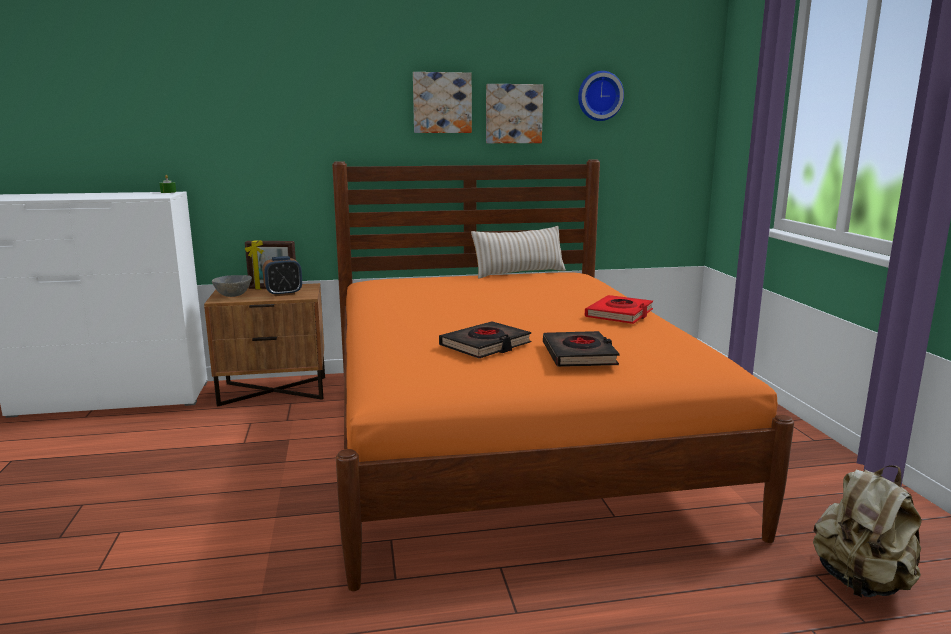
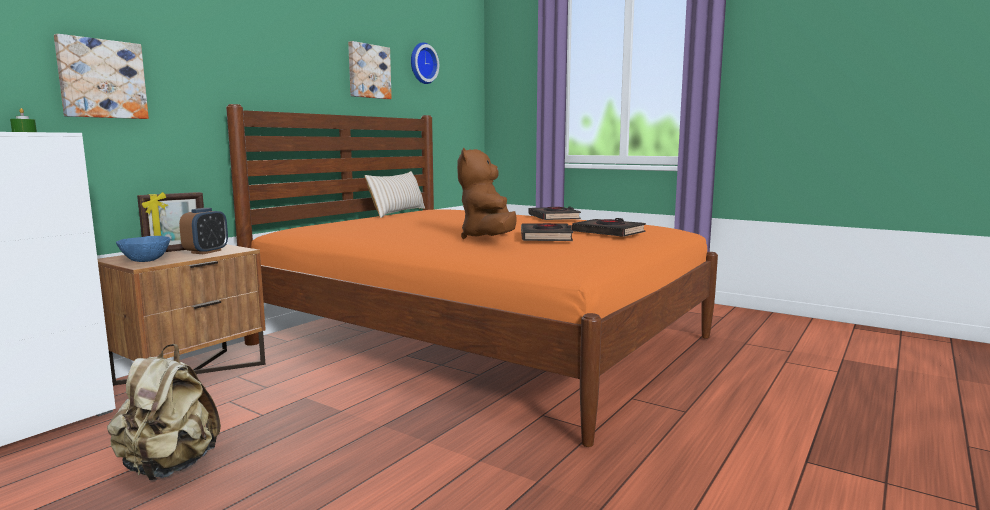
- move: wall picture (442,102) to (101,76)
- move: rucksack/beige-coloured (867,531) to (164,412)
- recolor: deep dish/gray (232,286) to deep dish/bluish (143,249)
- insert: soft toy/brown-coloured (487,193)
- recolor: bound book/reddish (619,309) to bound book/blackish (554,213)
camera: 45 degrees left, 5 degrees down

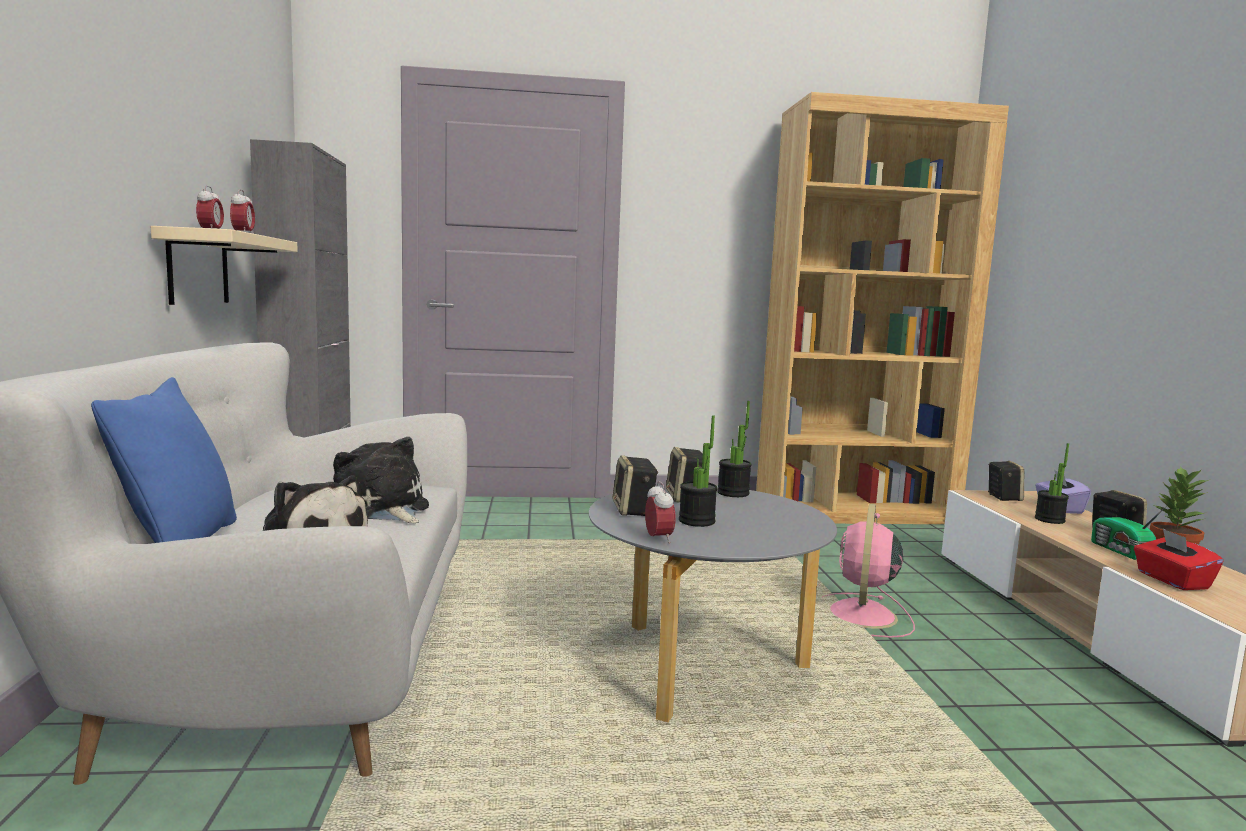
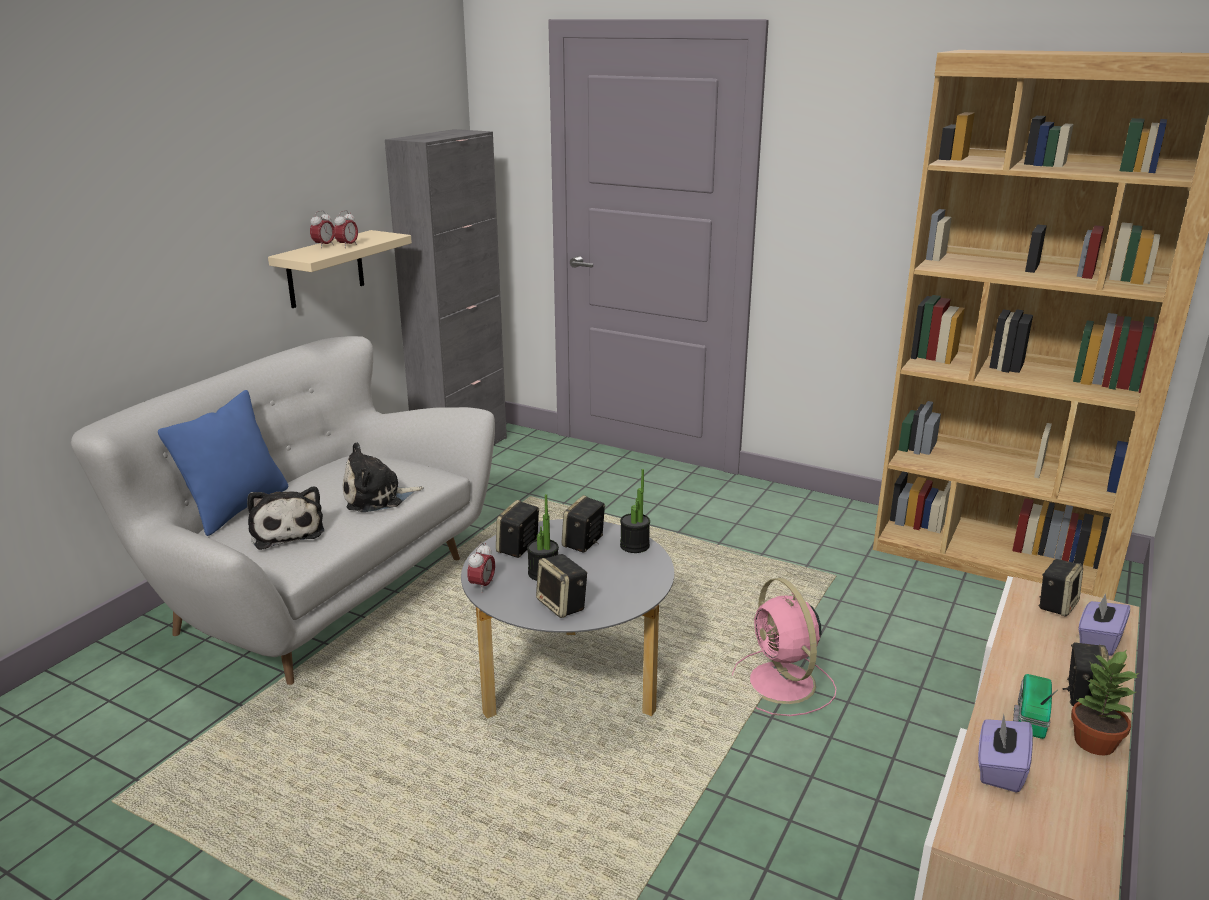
- rotate: soft toy (381,480) = (383,477) 105 degrees counterclockwise
- insert: loudspeaker (561,586)
- rotate: electric fan/pink (868,571) = (784,647) 75 degrees counterclockwise
- recolor: tissue box/reddish (1179,559) to tissue box/purplish (1005,753)
- delete: houseplant (1052,483)
camera: 35 degrees right, 15 degrees up

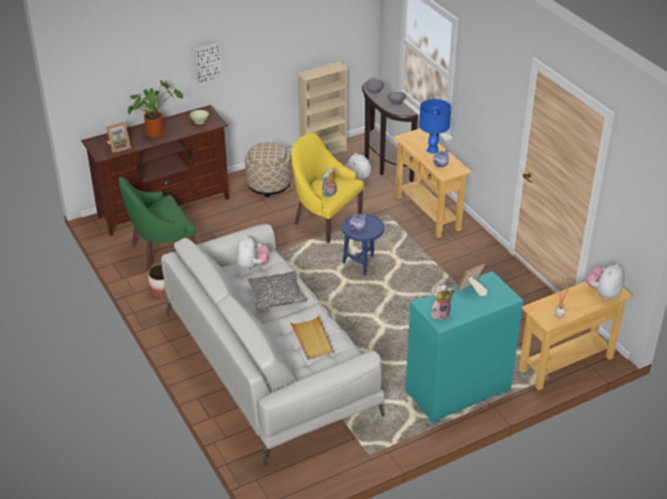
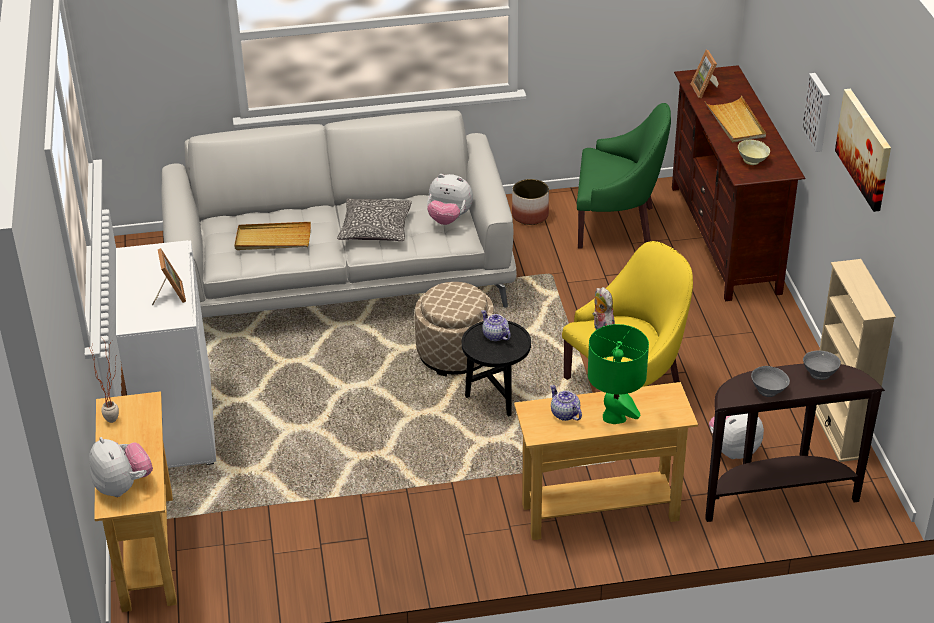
- recolor: storage cabinet/turquoise-coloured (464,347) to storage cabinet/white (166,354)
- move: pouffe/beige-coloured (268,169) to (454,329)
- recolor: end table/bluish (363,245) to end table/blackish (496,369)
- rotate: easy chair/green (157,223) = (624,176) 105 degrees clockwise
- recolor: tabletop lamp/bluish (435,126) to tabletop lamp/green (618,374)
- replace: houseplant (155,109) to carrying tray/beige-coloured (735,119)
- insert: wall picture (863,150)
- delete: soft toy (443,303)
camera: 110 degrees right, 0 degrees up

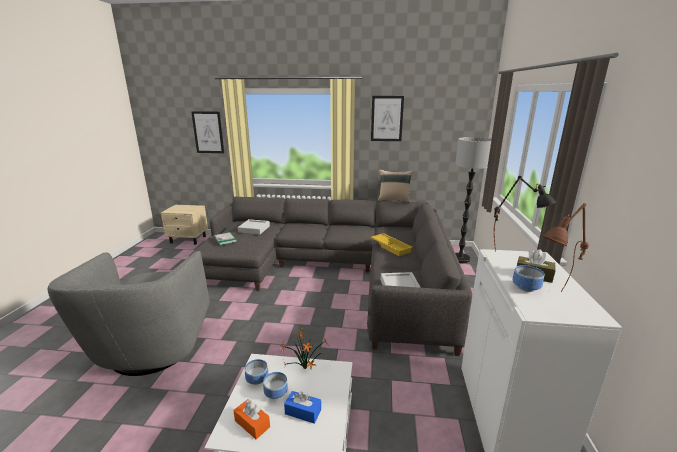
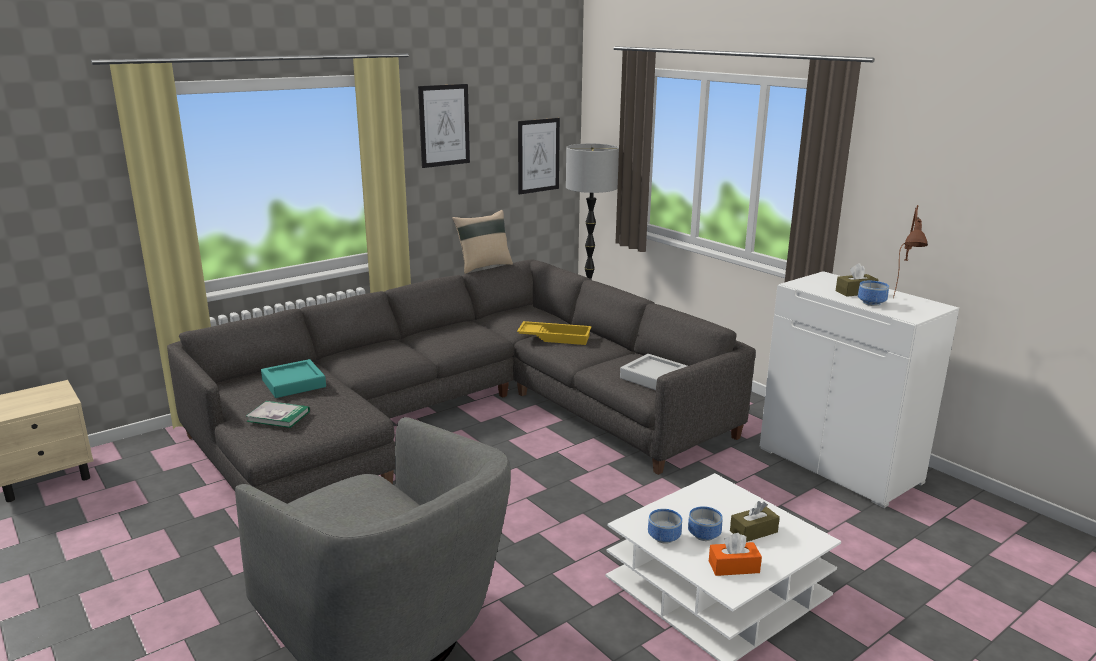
- recolor: carrying tray/gray (254,227) to carrying tray/turquoise-coloured (293,378)
- move: wall picture (207,132) to (539,156)
- recolor: tissue box/bluish (302,407) to tissue box/brown-coloured (755,521)
- delete: houseplant (304,348)
- delete: tabletop lamp/blackish (525,212)
camera: 45 degrees left, 0 degrees up

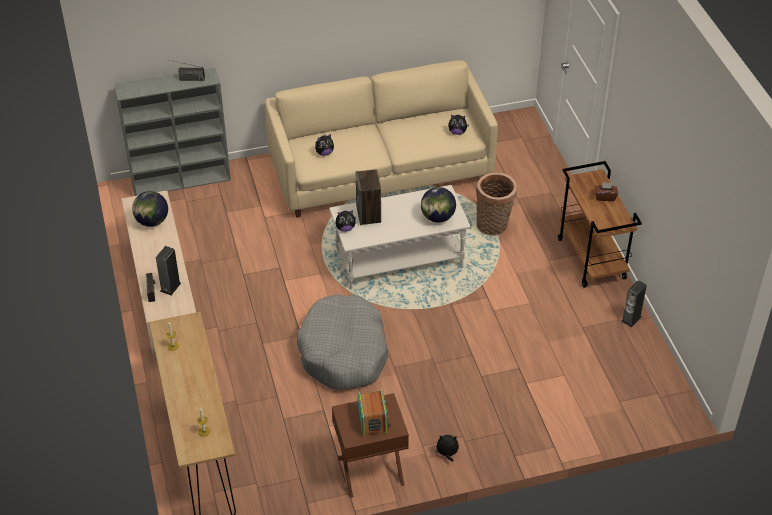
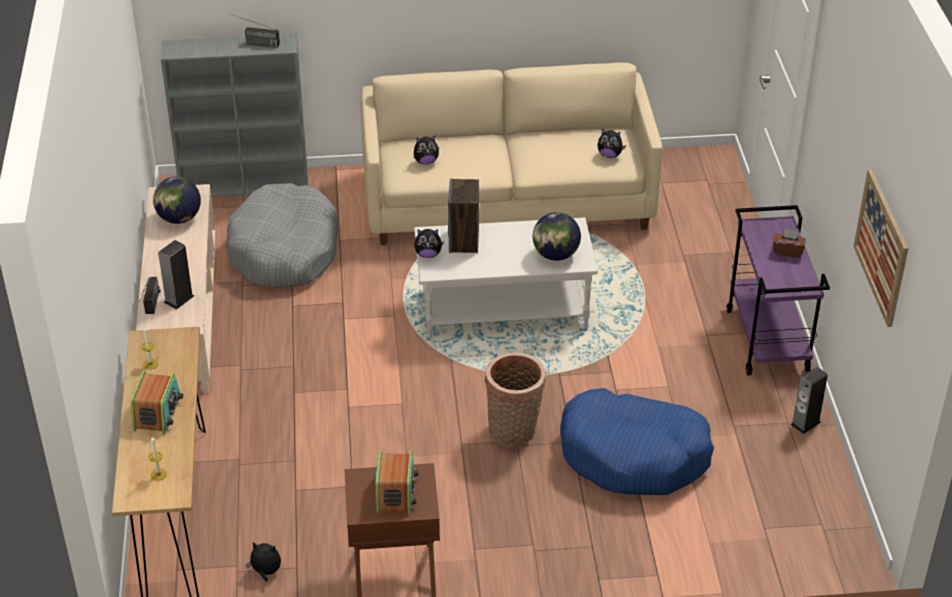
- insert: radio receiver (157,402)
- move: dog cushion/gray (342,342) to (282,235)
- move: soft toy (447,448) to (263,562)
- move: storage basket (496,204) to (515,399)
- insert: dog cushion/bluish (637,441)
- recolor: trolley/brown-coloured (600,224) to trolley/purplish (778,290)
- insert: wall picture (881,248)
camera: 10 degrees right, 5 degrees down

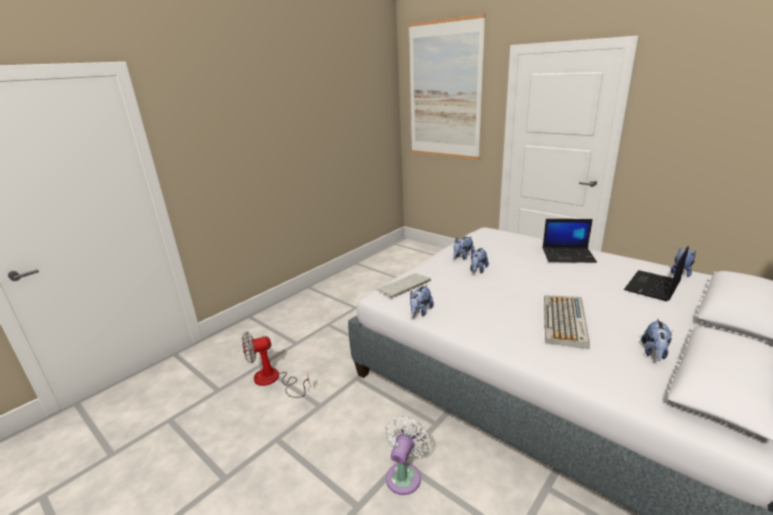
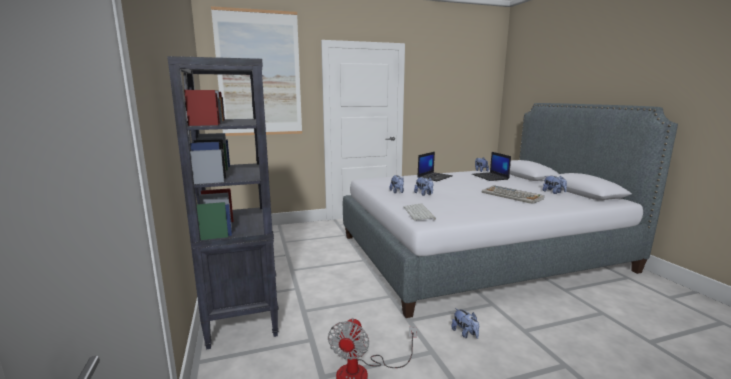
- insert: shelving unit/blackish (223,203)
- move: soft toy (422,301) to (465,323)
- delete: electric fan/white (408,455)
camera: 60 degrees left, 10 degrees down

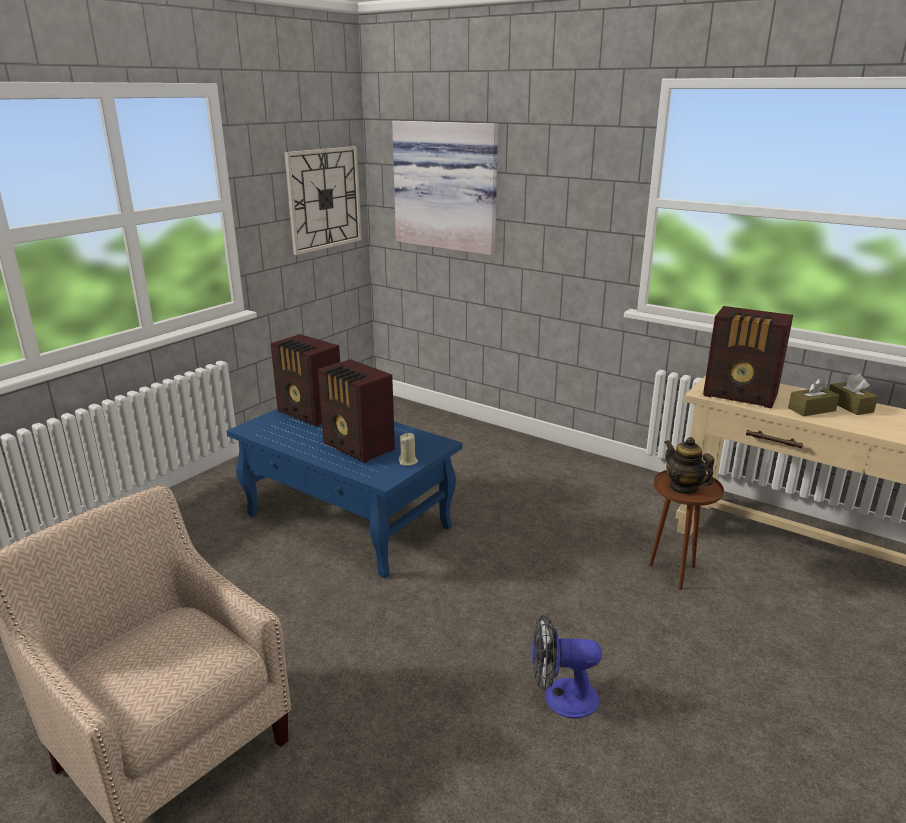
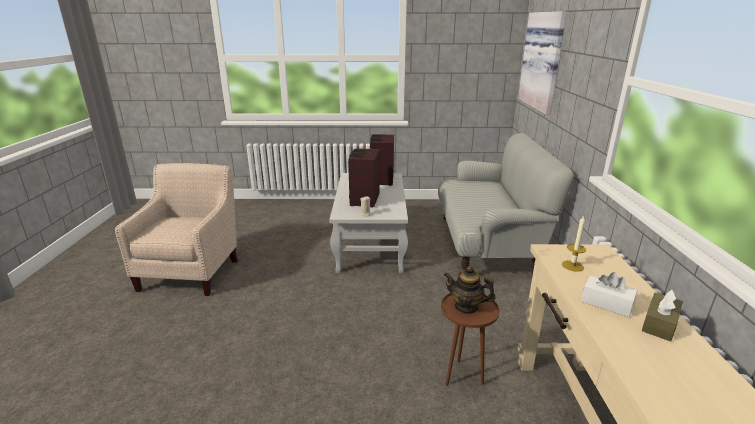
- recolor: lounge table/bluish (345,493) to lounge table/white (368,223)
- insert: couch (505,204)
- rotate: pot for tea (689,465) = (469,290) 90 degrees counterclockwise
- replace: radio receiver (748,357) to wax candle (574,243)
- recolor: tissue box/brown-coloured (814,397) to tissue box/white (609,294)
- delete: clock on the wall (323,200)
- delete: electric fan (567,666)
camera: 55 degrees right, 0 degrees up

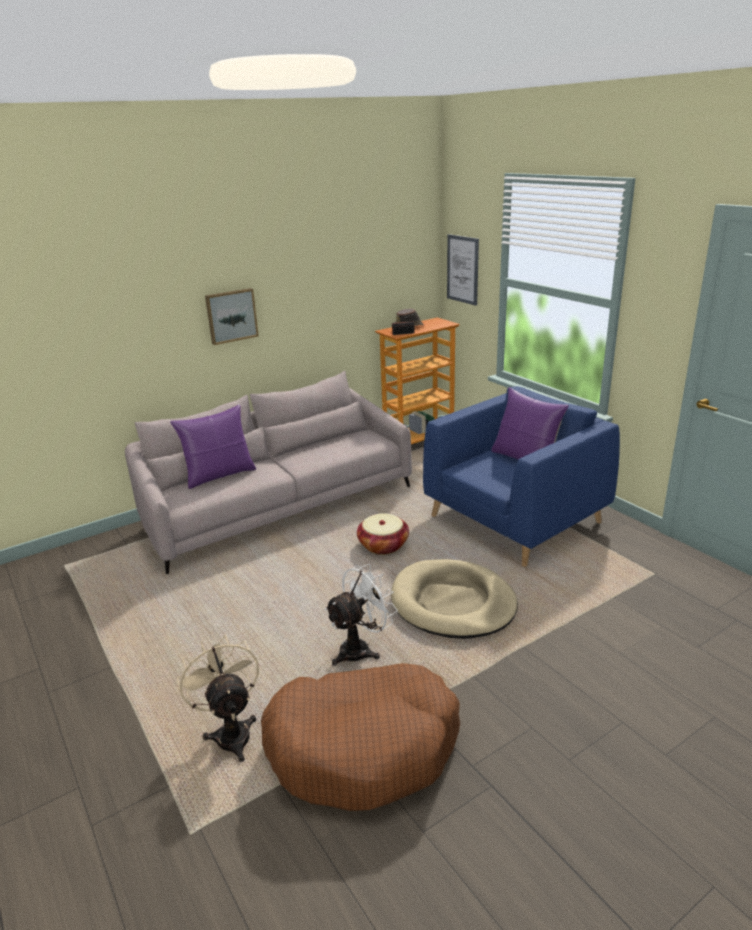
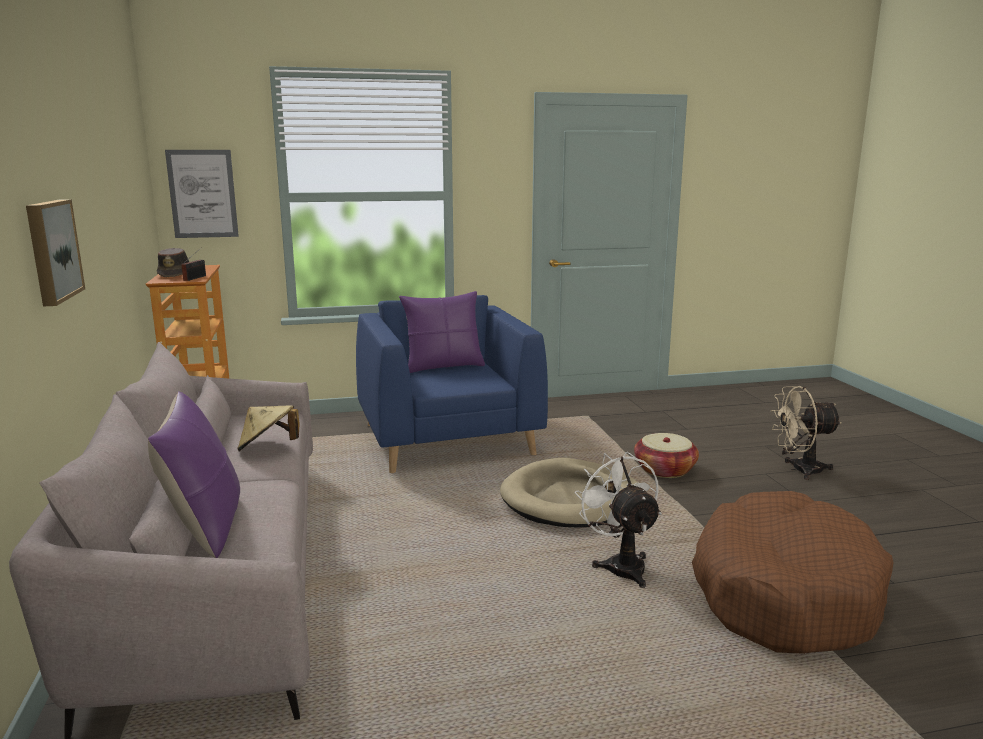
- insert: hat/beige-coloured (268,428)
- move: storage basket (383,534) to (666,455)
- move: electric fan/beige-coloured (218,698) to (806,433)
camera: 70 degrees left, 10 degrees down

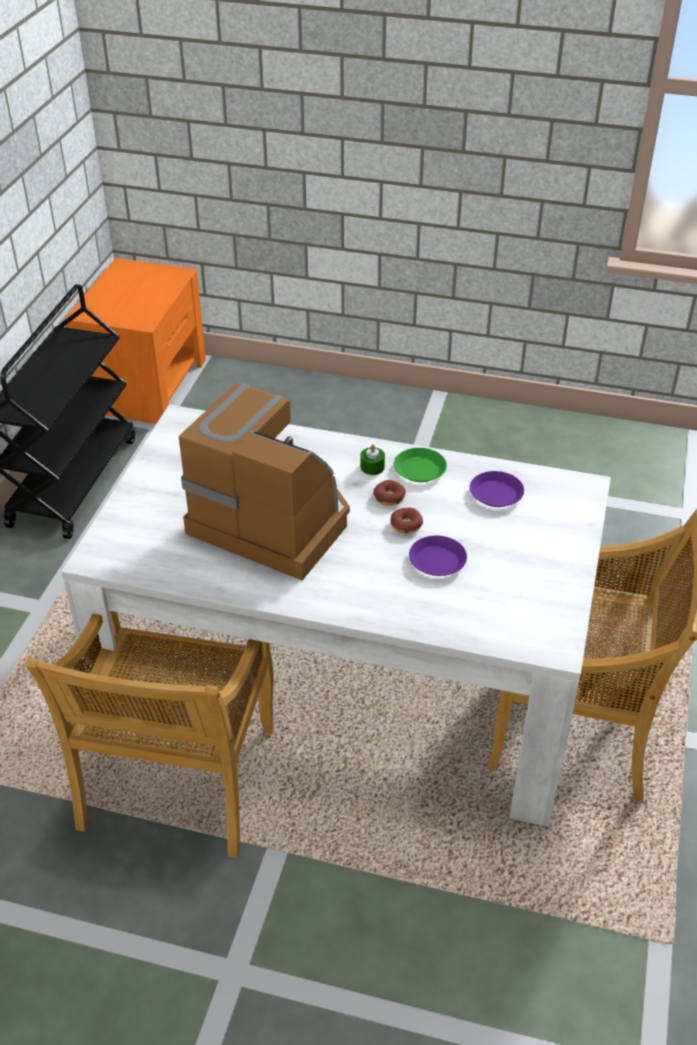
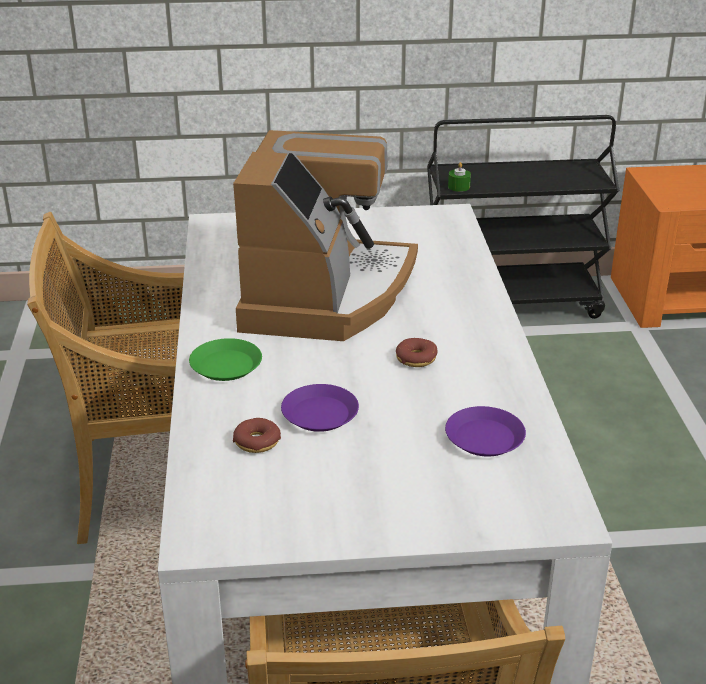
- move: flat dish/green (420,465) to (225,359)
- move: ring doughnut (407,521) to (257,435)
- move: wax candle/green (372,459) to (459,177)
camera: 70 degrees right, 10 degrees down

